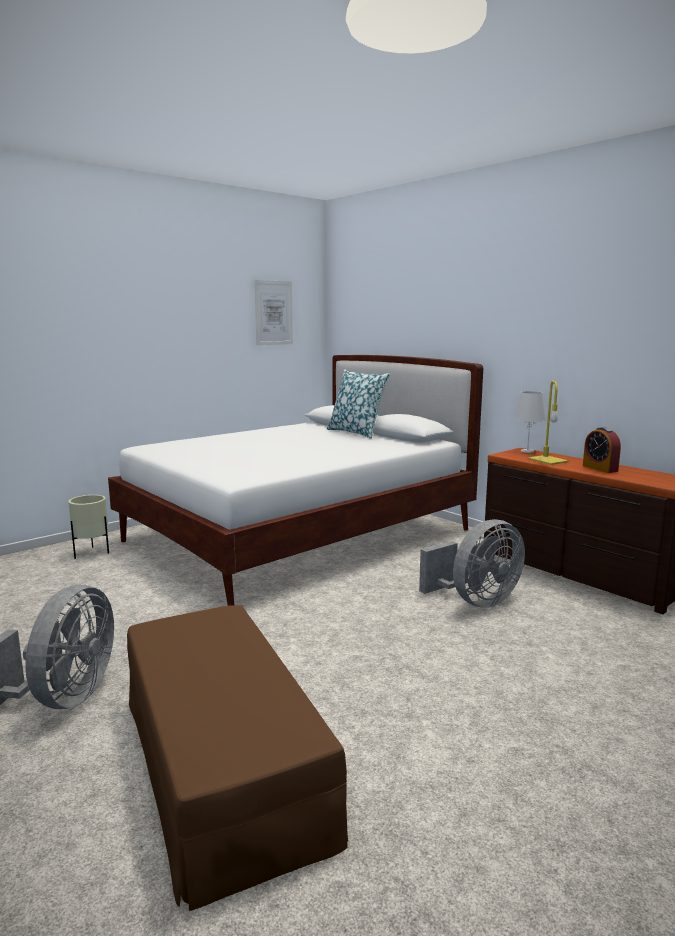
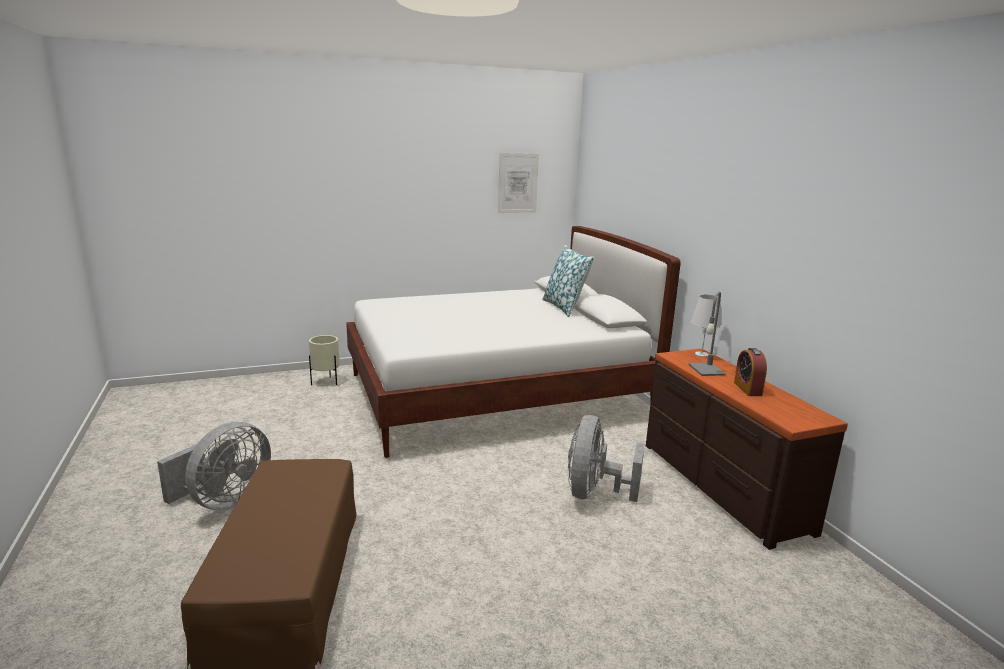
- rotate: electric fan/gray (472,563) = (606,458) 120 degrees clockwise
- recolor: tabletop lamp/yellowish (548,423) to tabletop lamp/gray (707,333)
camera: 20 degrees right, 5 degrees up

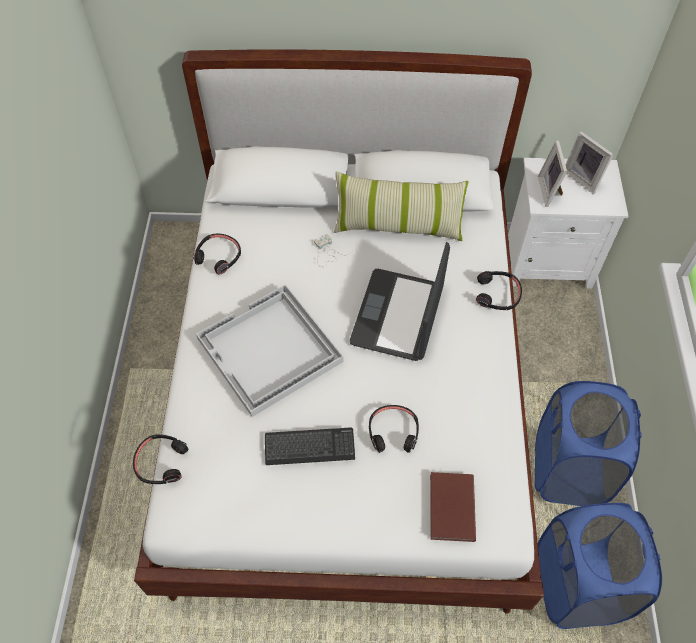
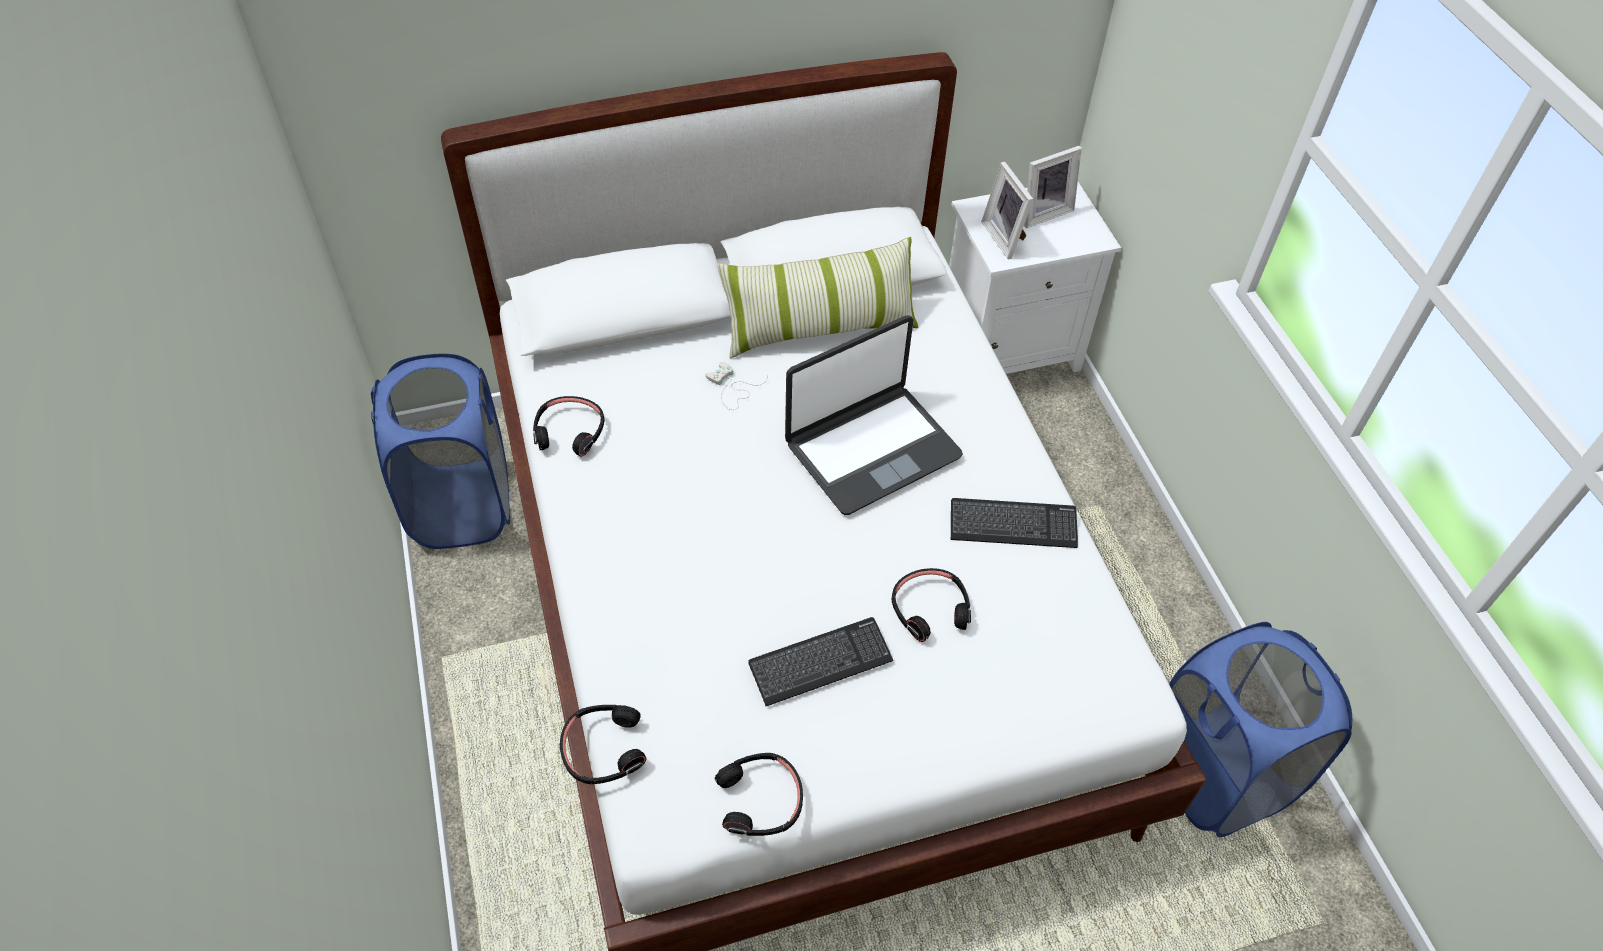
- move: laundry basket/bluish (588,443) to (440,451)
- move: pair of headphones/blackish (499,290) to (759,794)
- rotate: laptop (400,301) = (874,415) 120 degrees counterclockwise
- insert: PC keyboard (1014,523)
- rotate: picture frame (590,162) = (1053,187) 60 degrees counterclockwise
- delete: carrying tray/white (270,350)
- delete: bound book/brown-coloured (453,507)
camera: 20 degrees left, 5 degrees down

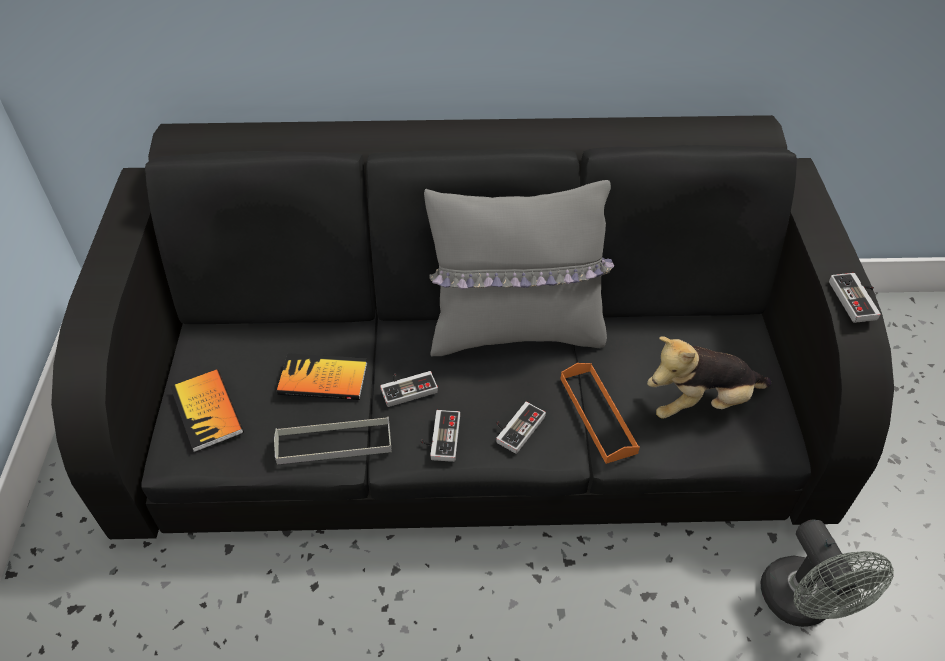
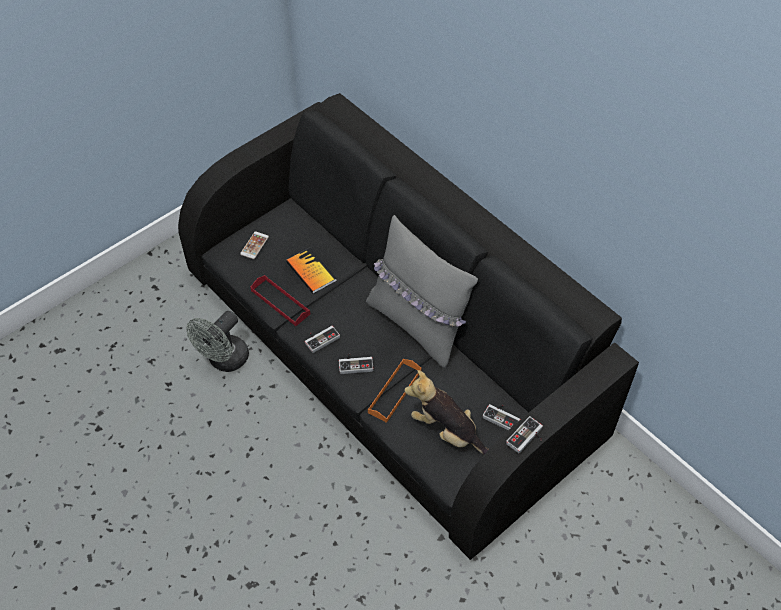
- move: electric fan/gray (827,573) to (217,341)
- replace: bound book (207,410) to handset (254,245)
- recolor: carrying tray/gray (333,440) to carrying tray/reddish (280,300)
- move: joypad (409,389) to (501,417)
camera: 50 degrees right, 5 degrees up

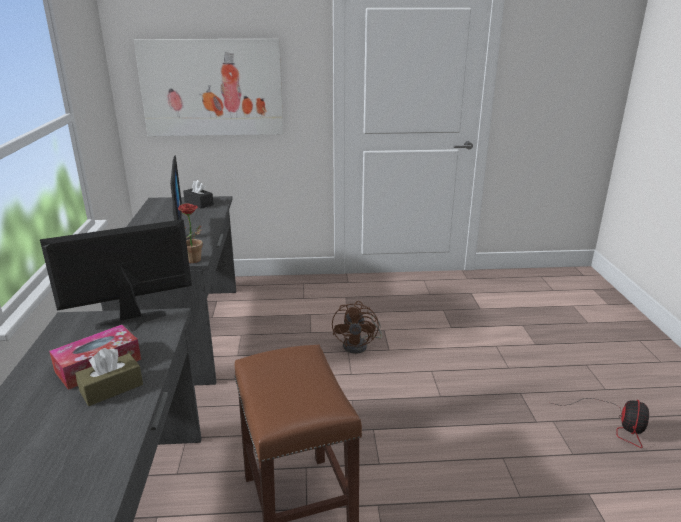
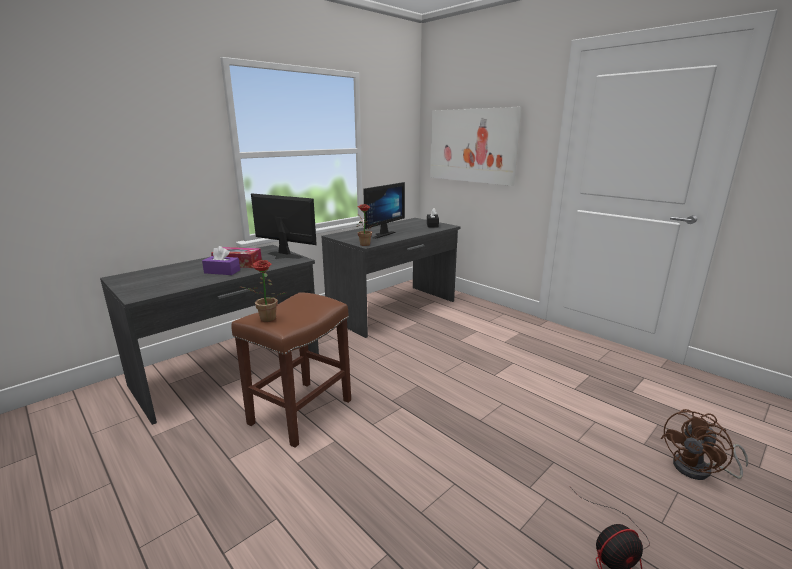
- recolor: tissue box/brown-coloured (109,377) to tissue box/purplish (221,260)
- insert: houseplant (263,291)
- move: electric fan/brown-coloured (357,327) to (704,444)
camera: 50 degrees right, 5 degrees down

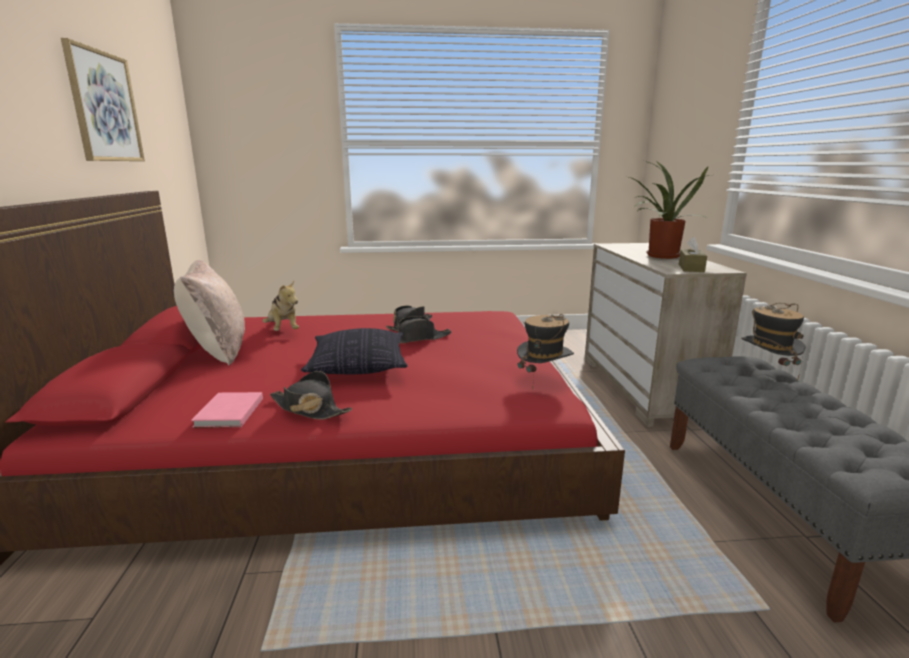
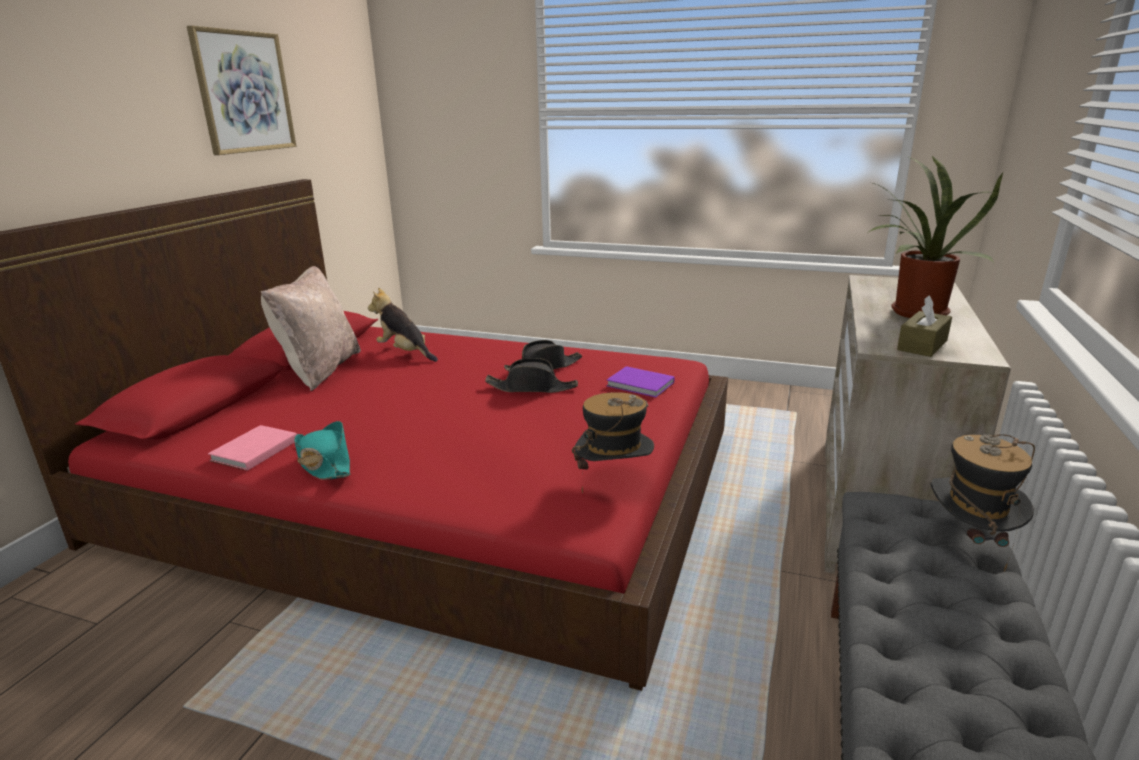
- recolor: hat/blackish (311,395) to hat/turquoise-coloured (322,450)
- rotate: soft toy (281,306) = (403,325) 135 degrees clockwise
- insert: bound book/purplish (640,381)
- delete: cushion (354,351)
camera: 25 degrees right, 5 degrees up

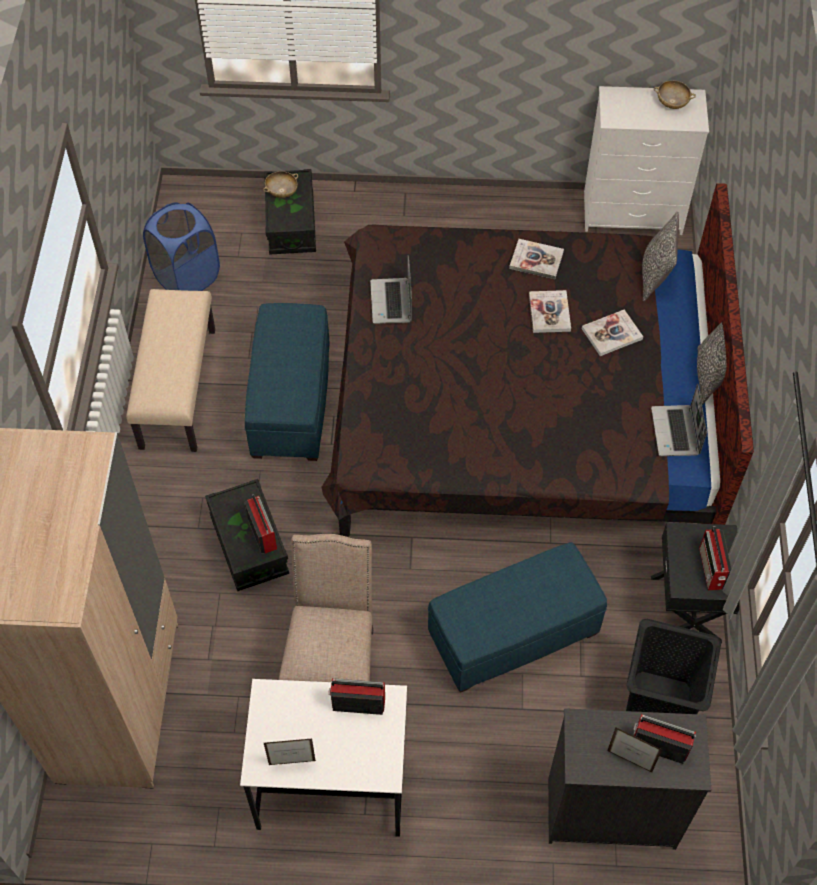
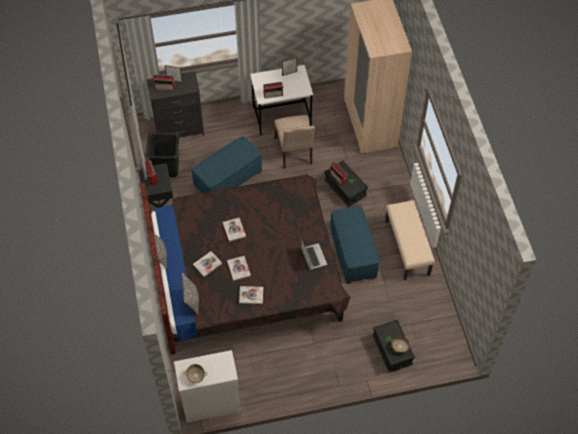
- insert: bound book (234,230)
- delete: laundry basket/bluish (181,246)
- delete: laptop (679,420)
camera: 165 degrees right, 0 degrees up

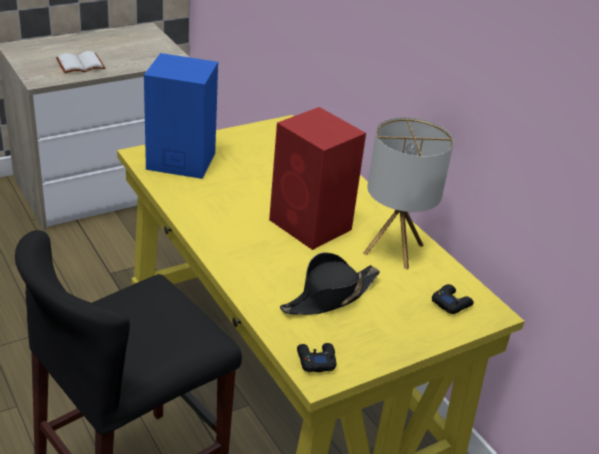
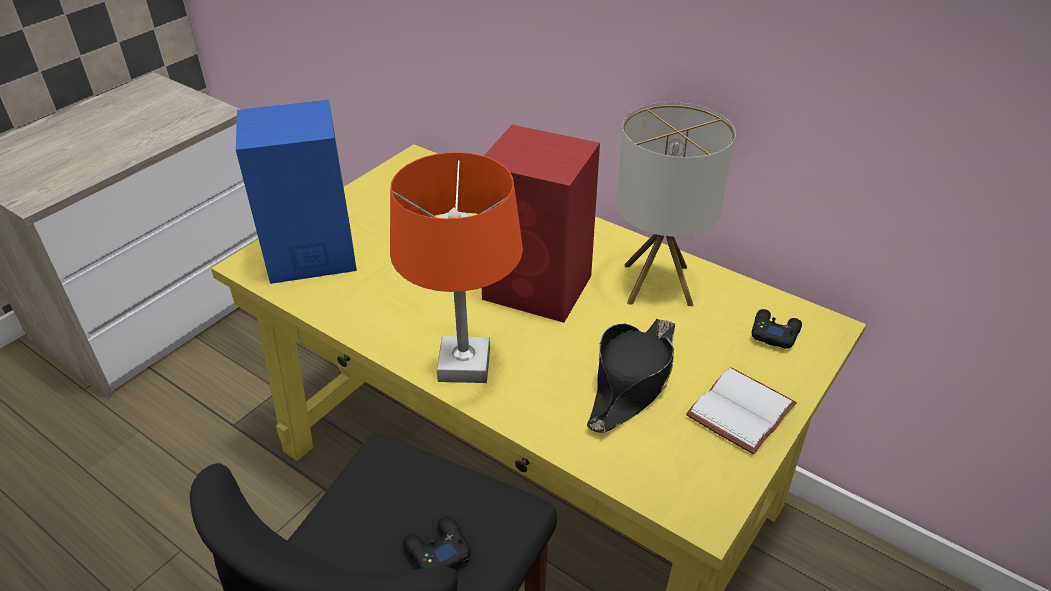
- insert: tabletop lamp/orange (456,267)
- move: joypad/blackish (316,357) to (437,542)
- move: bound book/white (80,62) to (741,410)
camera: 20 degrees left, 5 degrees up

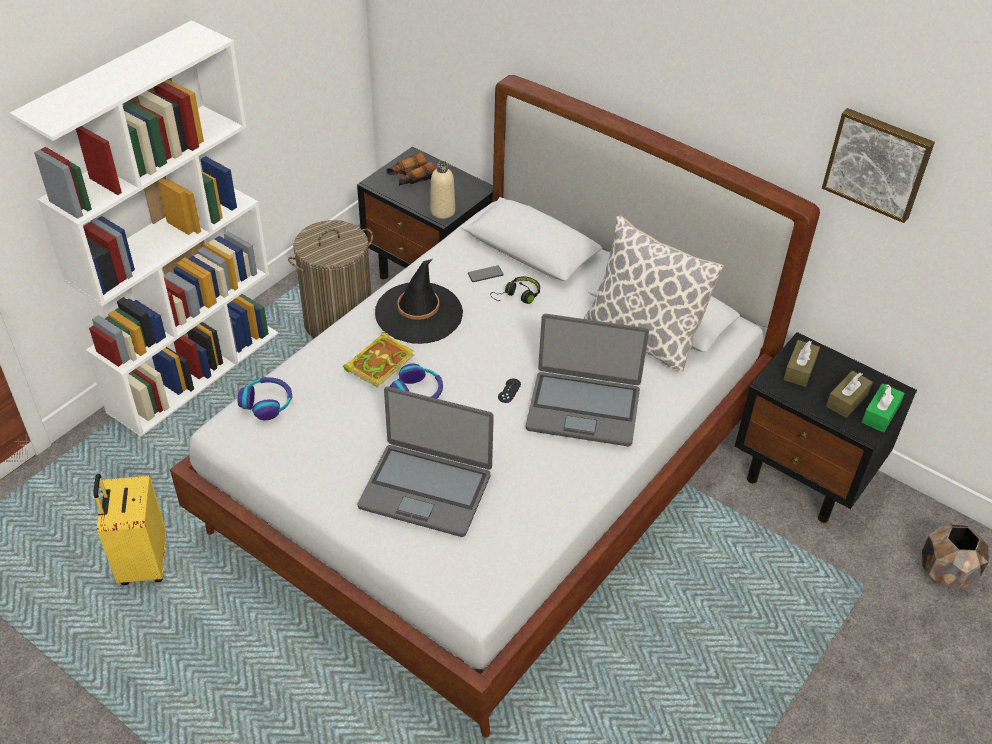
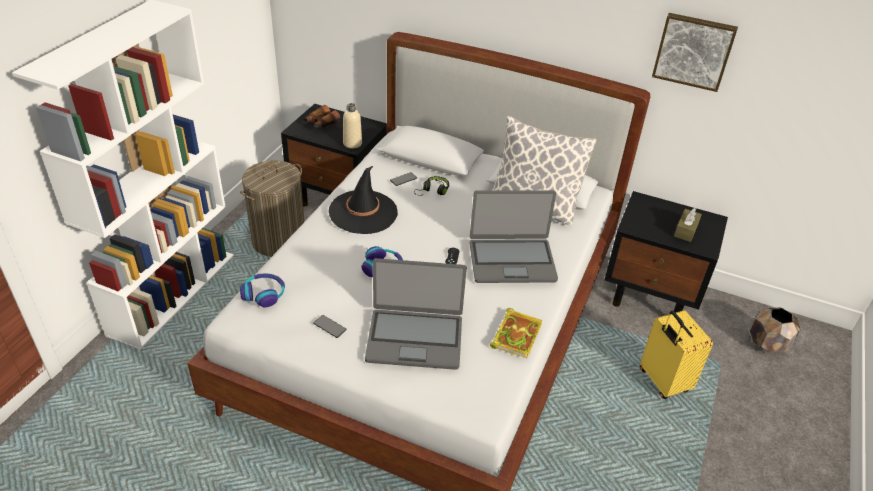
- insert: handset (329,326)
- move: bound book (378,360) to (516,333)
- move: travel case/yellowish (129,529) to (676,354)
- delete: tissue box/brown-coloured (801,363)
- delete: tissue box/green (883,408)
camera: 15 degrees left, 5 degrees down

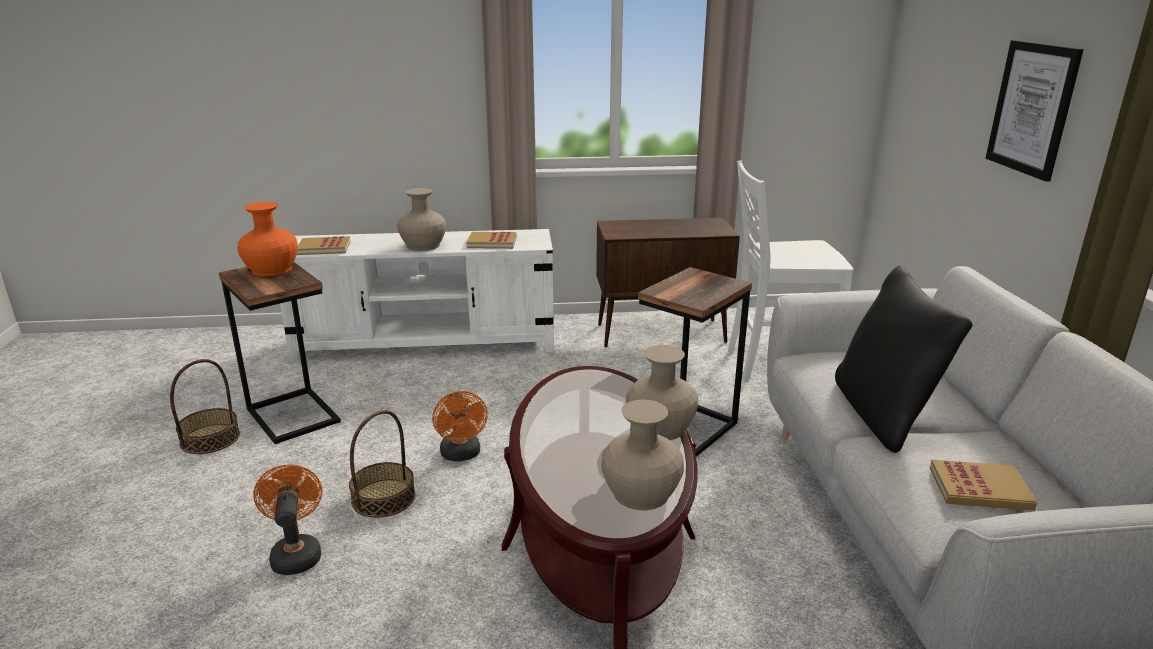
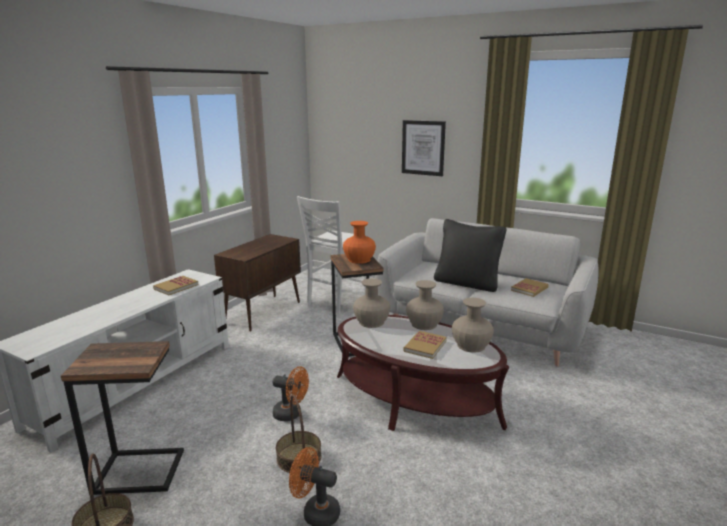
- move: flower vase/orange (268,239) to (359,242)
- move: flower vase/beige-coloured (422,219) to (371,303)
- move: bound book (323,245) to (425,345)
camera: 55 degrees left, 5 degrees down

